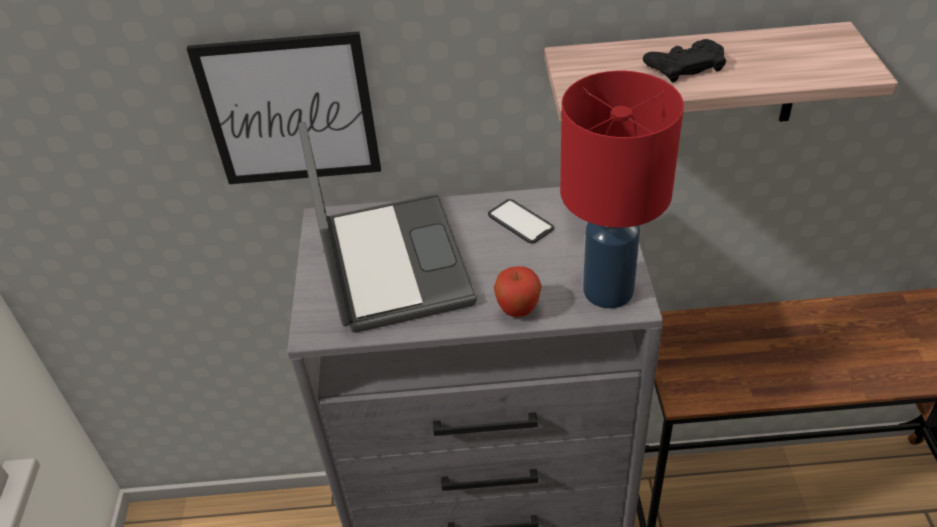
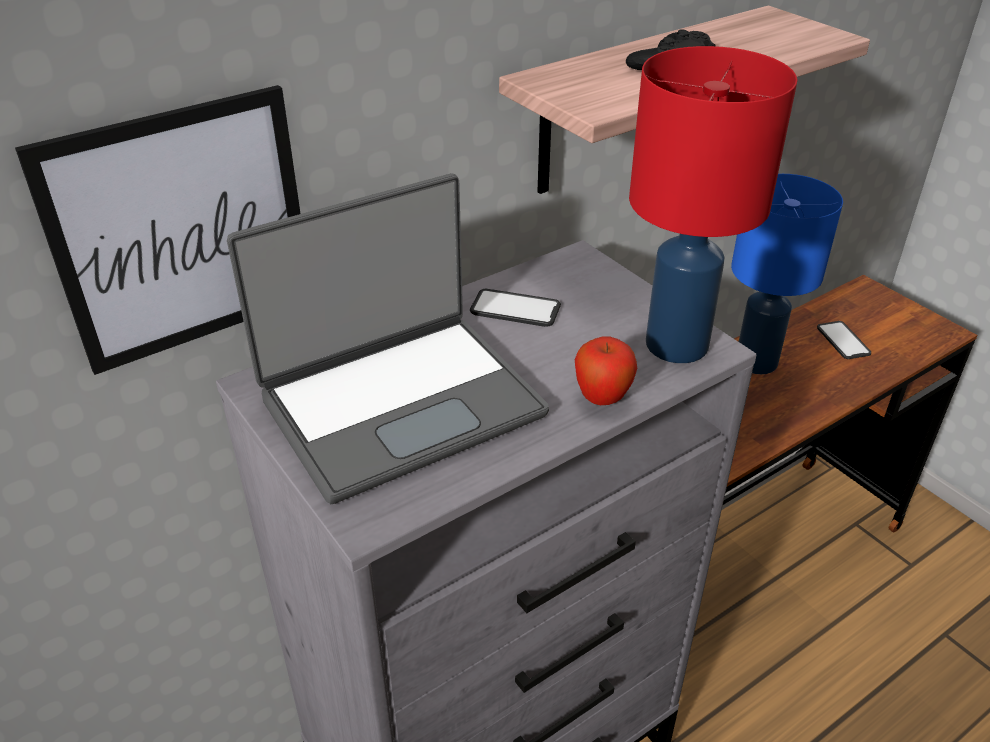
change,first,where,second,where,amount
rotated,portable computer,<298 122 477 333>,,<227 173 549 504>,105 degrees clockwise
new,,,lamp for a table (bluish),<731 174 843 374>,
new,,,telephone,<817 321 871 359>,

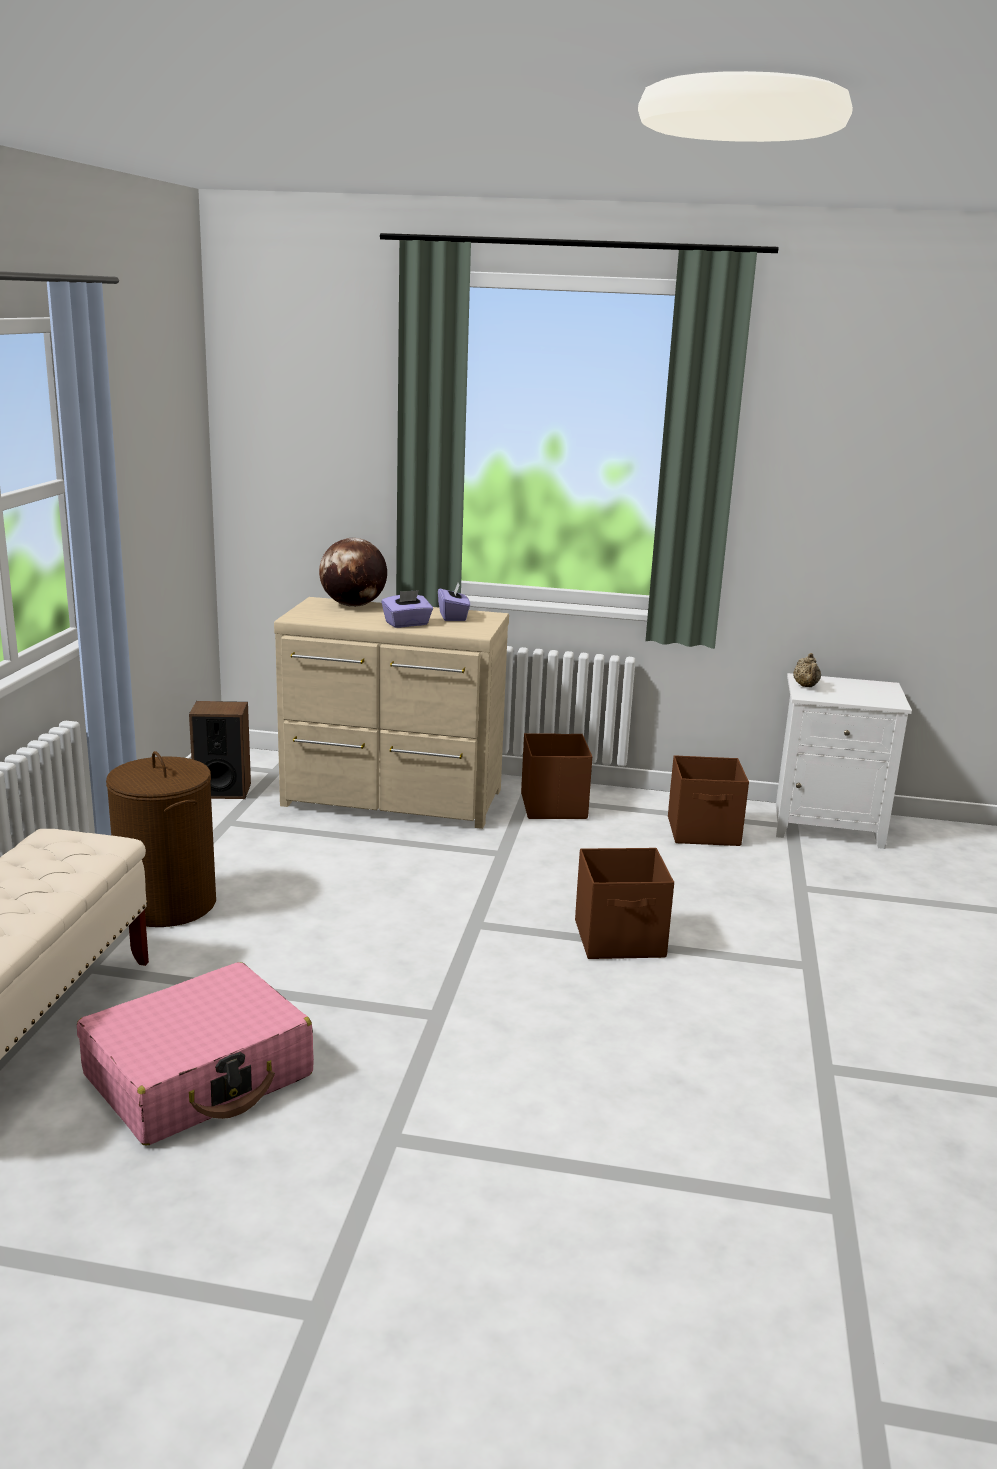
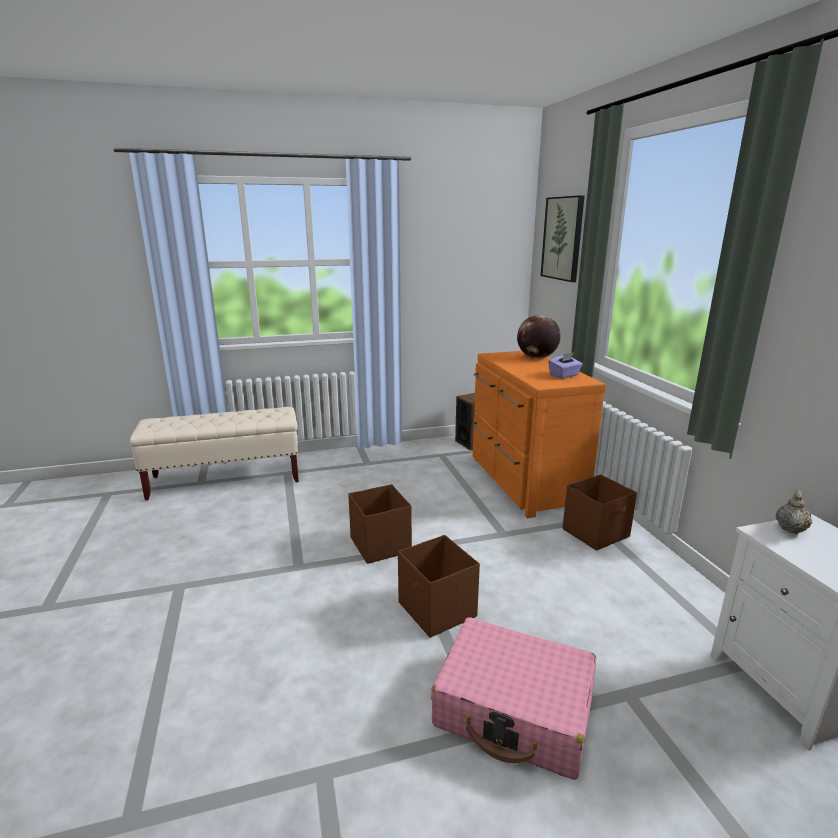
change,first,where,second,where,amount
shifted,piece of luggage (pink-coloured),<77 962 314 1146>,,<431 617 596 780>,
gone,hamper (brownish),<106 751 216 927>,,,
repainted,dresser (sand-coloured),<274 597 509 829>,dresser (orange-coloured),<472 351 606 518>,
gone,box of tissues (purple),<381 590 433 628>,,,
shifted,storage box (brownish),<668 755 749 846>,,<348 484 412 564>,
rotated,tea pot (sand-coloured),<793 653 821 687>,,<776 490 812 534>,150 degrees clockwise
new,,,wall picture,<541 195 585 282>,

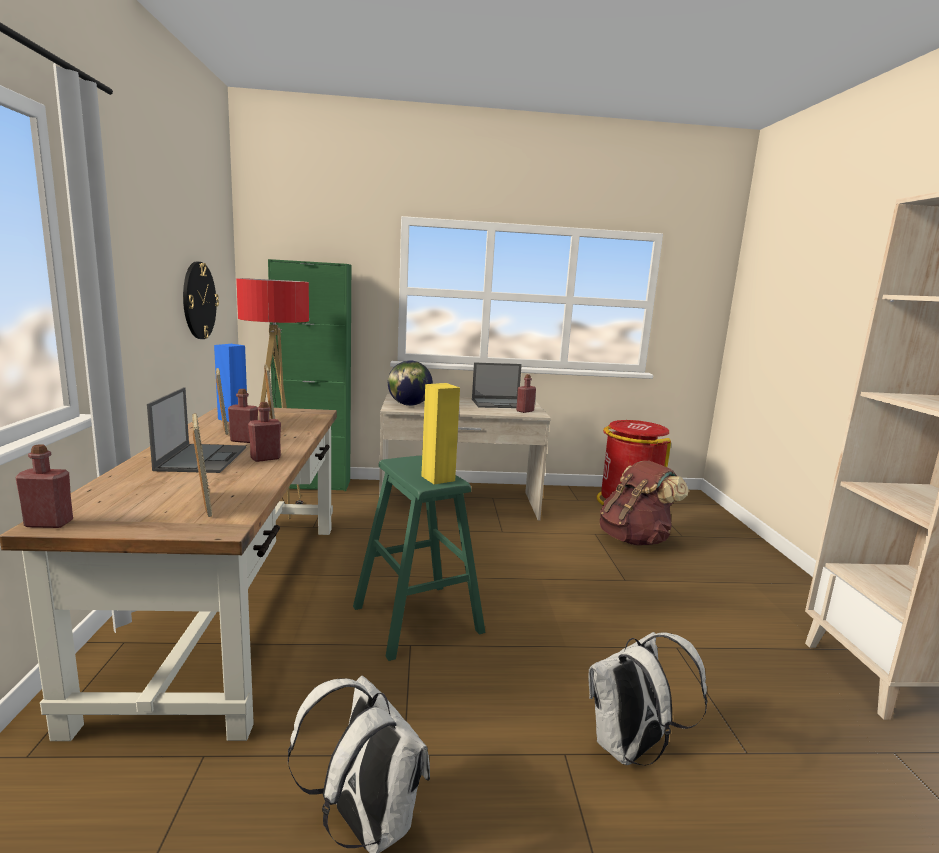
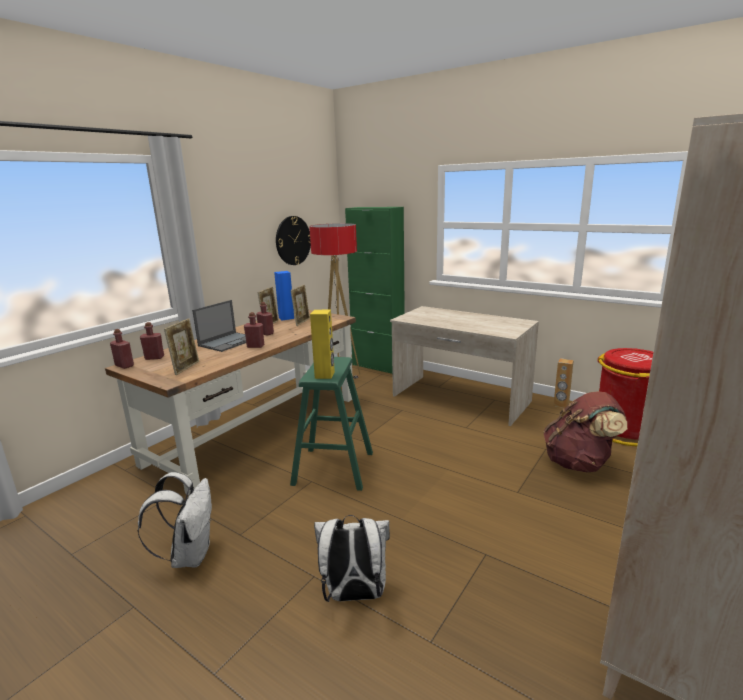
change,first,where,second,where,amount
gone,globe,<388 360 433 406>,,,
gone,portable computer,<472 362 522 408>,,,
shifted,beverage bottle (reddish),<516 374 536 413>,,<140 322 164 360>,
new,,,speaker (brownish),<553 358 574 408>,

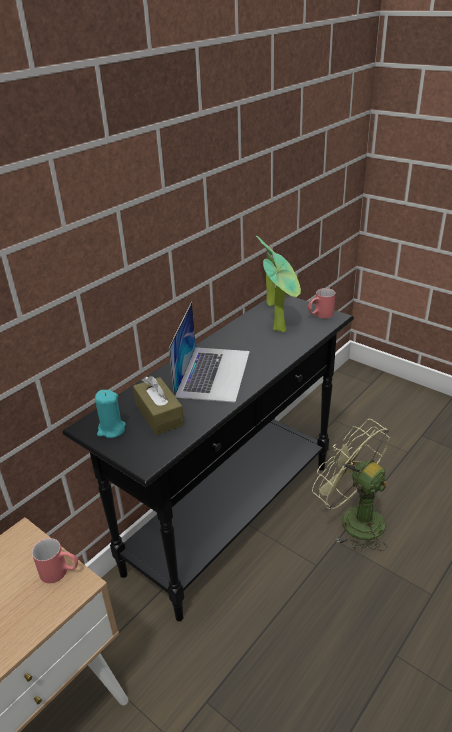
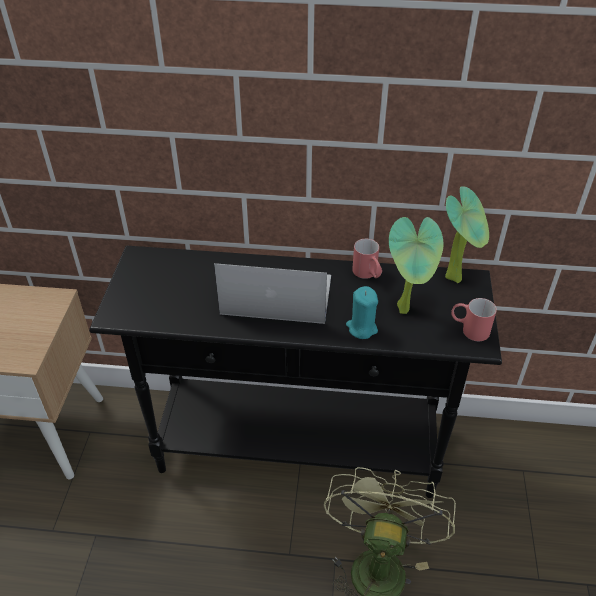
change,first,where,second,where,amount
shifted,coffee mug (reddish),<32 538 78 583>,,<352 239 382 279>,
shifted,wax light (turquoise),<95 390 126 438>,,<346 286 378 339>,
gone,box of tissues (brownish),<133 376 184 435>,,,
rotated,portable computer,<169 302 250 403>,,<214 263 331 324>,150 degrees counterclockwise

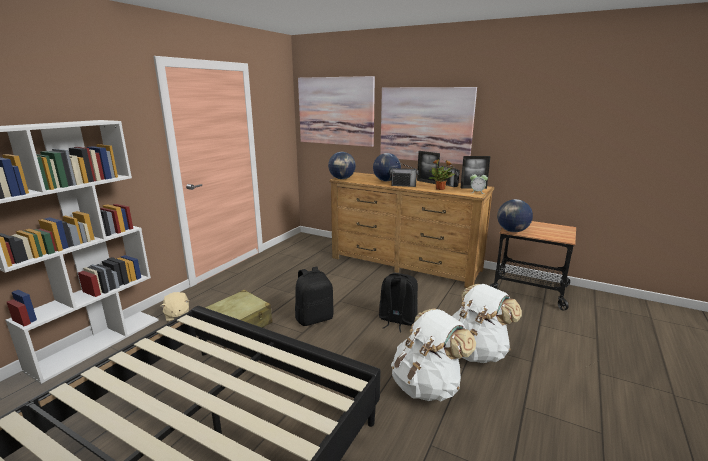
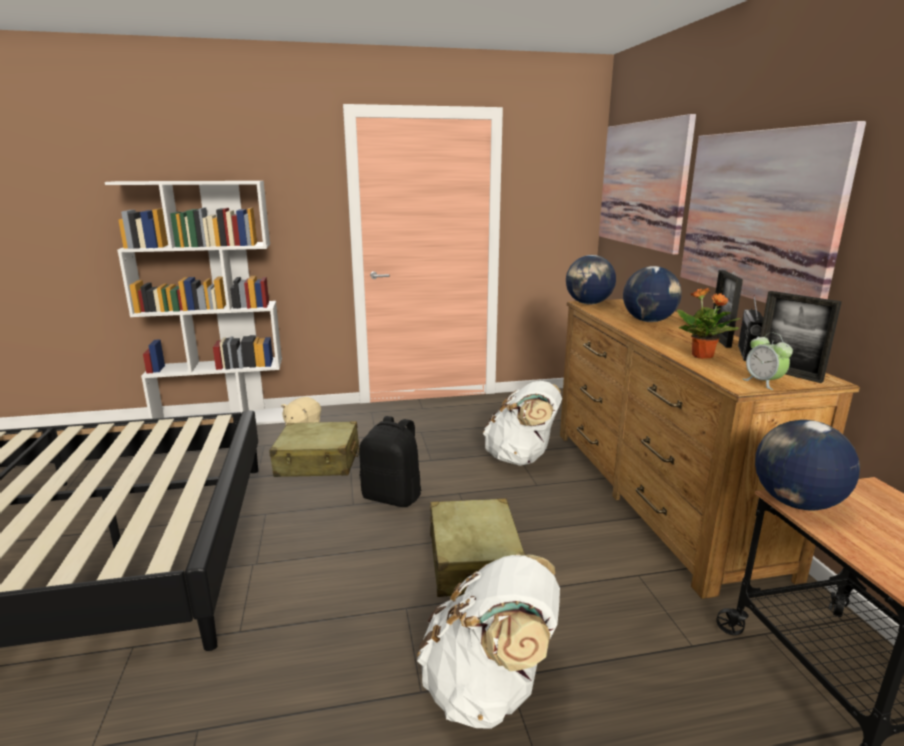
change,first,where,second,where,amount
swapped,rucksack (black),<379 273 418 332>,piece of luggage (sand-coloured),<430 498 526 597>,
gone,radio set,<390 161 419 187>,,,
shifted,rucksack (white),<391 309 476 401>,,<483 381 562 466>,

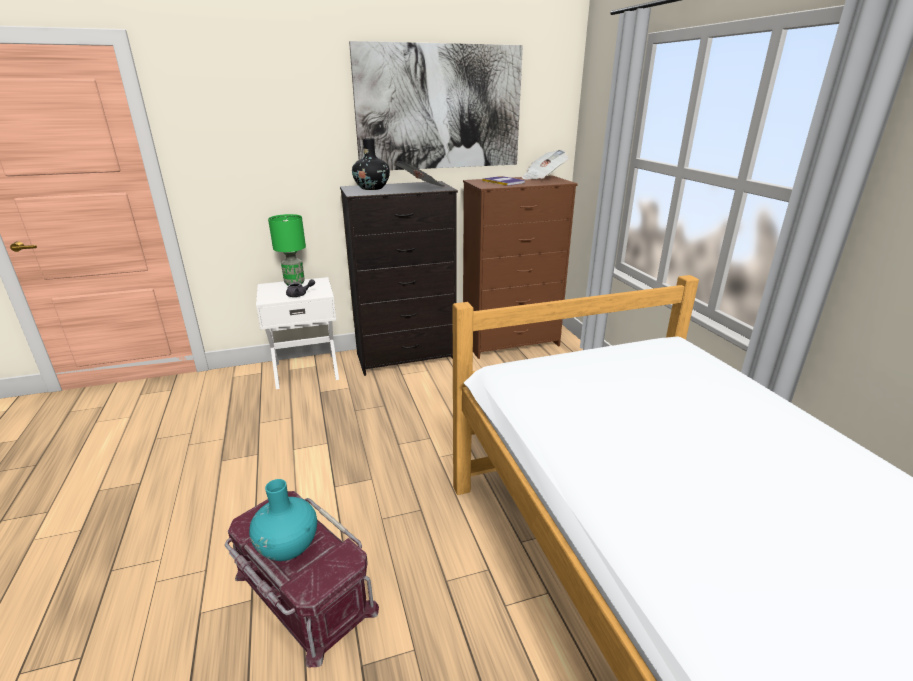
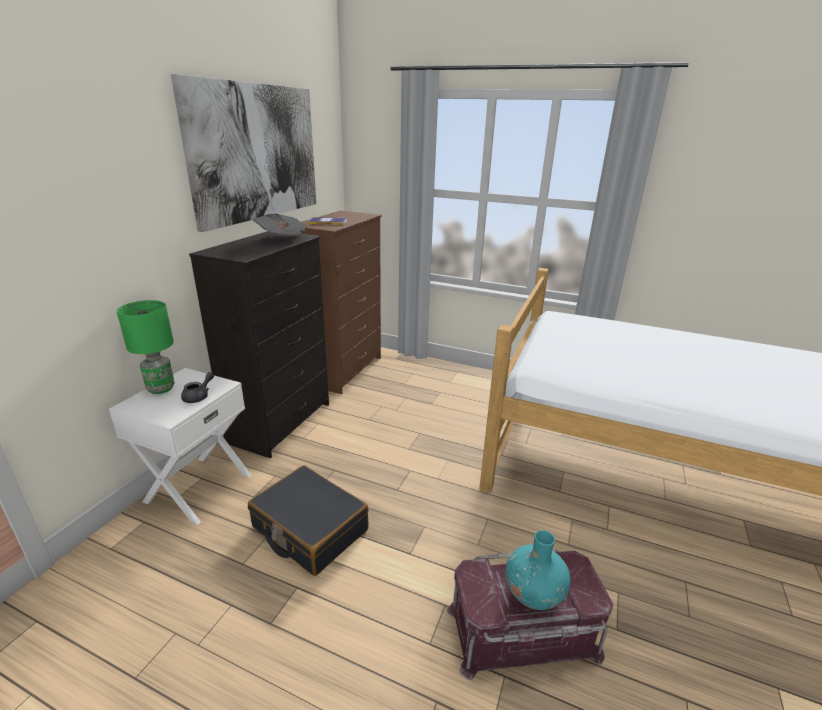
change,first,where,second,where,amount
gone,decorative vase (black),<352 138 390 190>,,,
gone,daily paper,<521 150 569 179>,,,
new,,,piece of luggage (black),<248 465 369 576>,

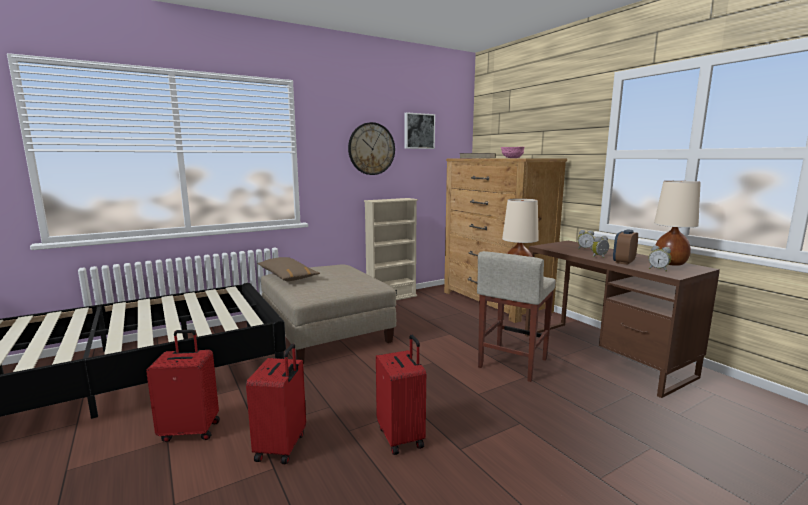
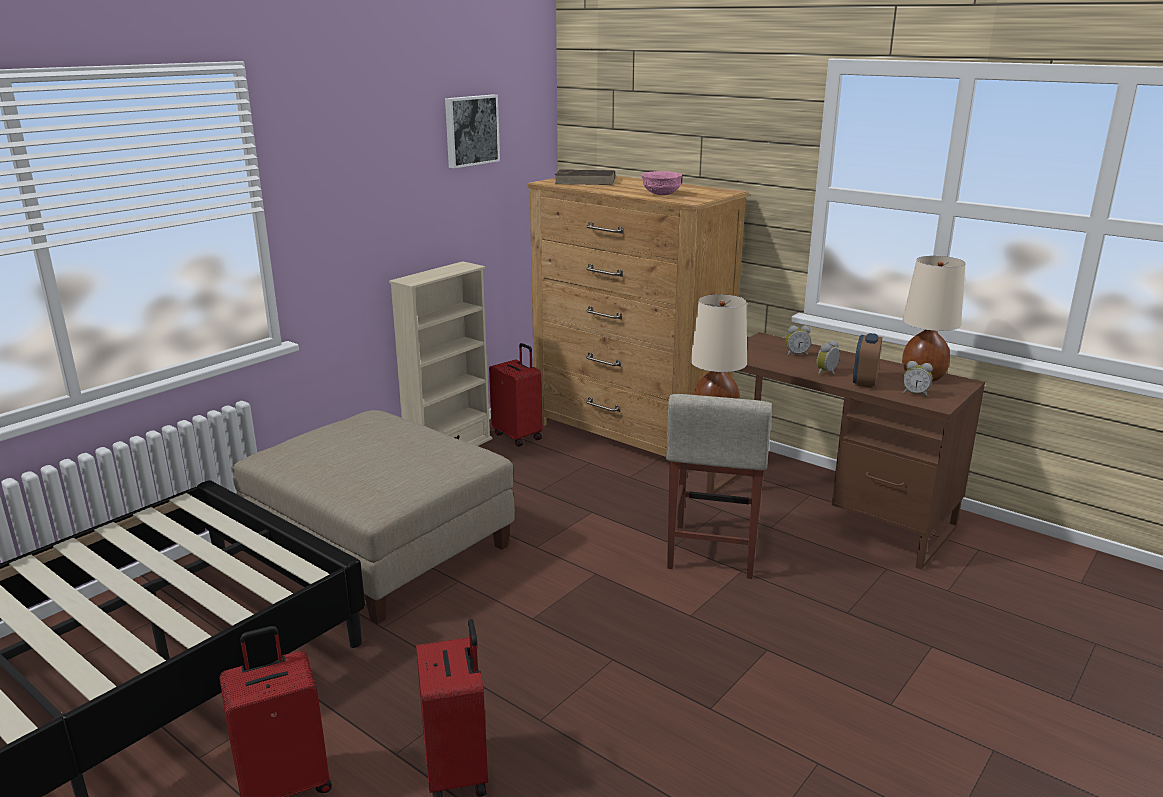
change,first,where,second,where,amount
gone,throw pillow (brownish),<257 257 320 281>,,,
gone,wall clock,<348 122 395 175>,,,
shifted,piece of luggage (reddish),<376 334 426 455>,,<489 343 542 447>,

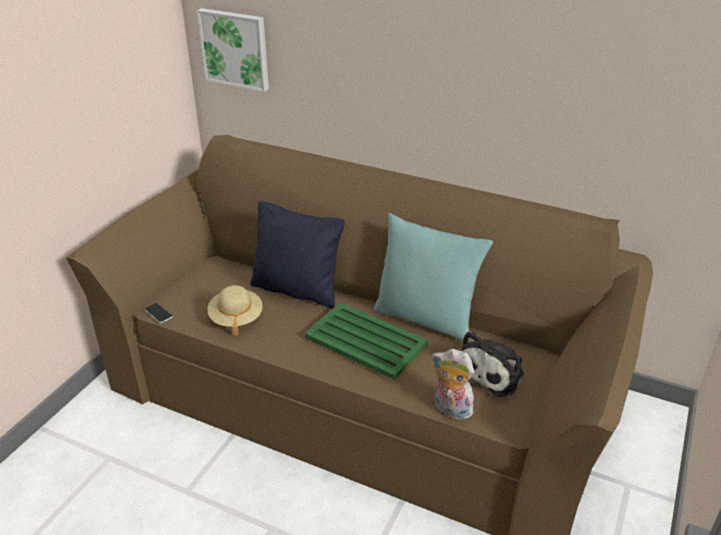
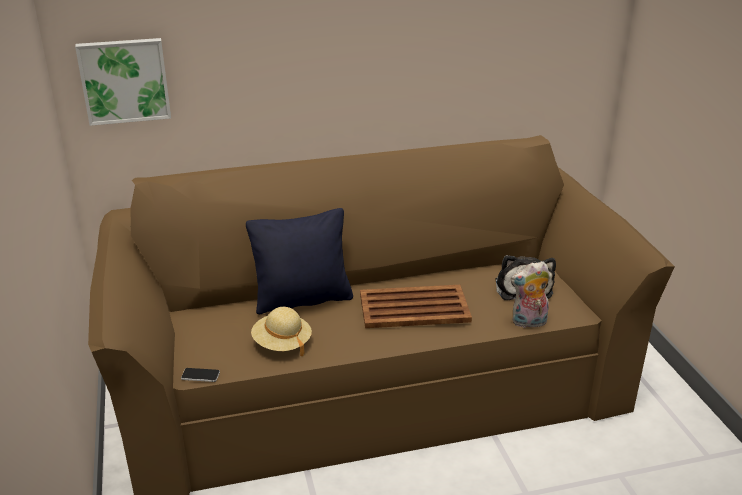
change,first,where,second,where,amount
repainted,carrying tray (green-coloured),<305 303 428 380>,carrying tray (brownish),<360 285 472 328>,
gone,throw pillow (turquoise),<373 213 493 342>,,,

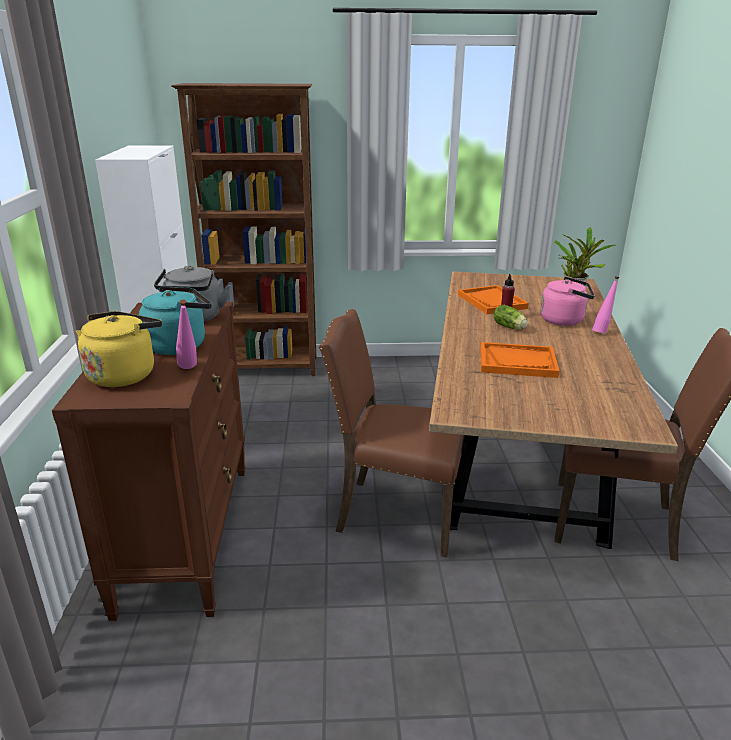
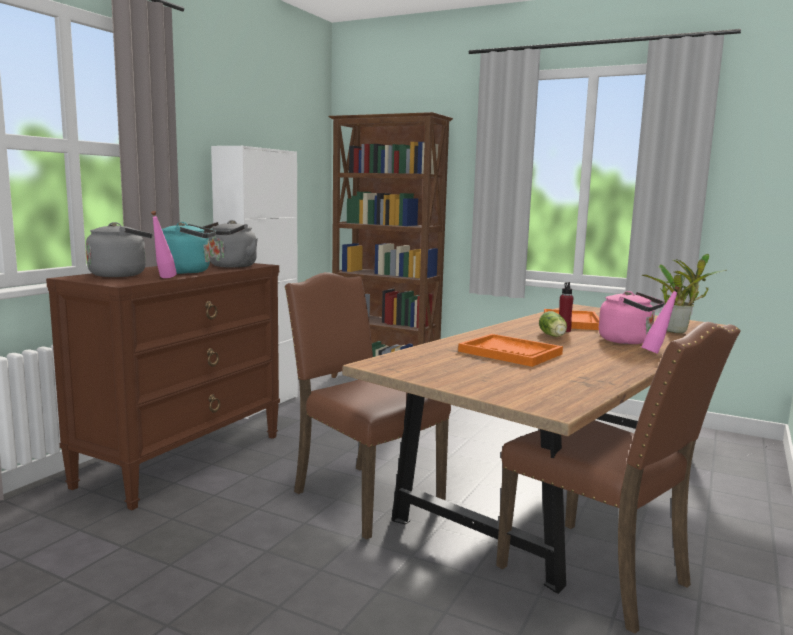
change,first,where,second,where,amount
repainted,kettle (yellow),<76 311 162 387>,kettle (greyish),<86 222 153 277>,

